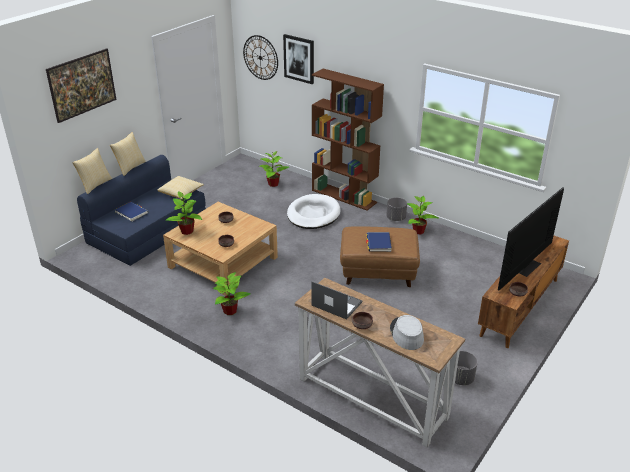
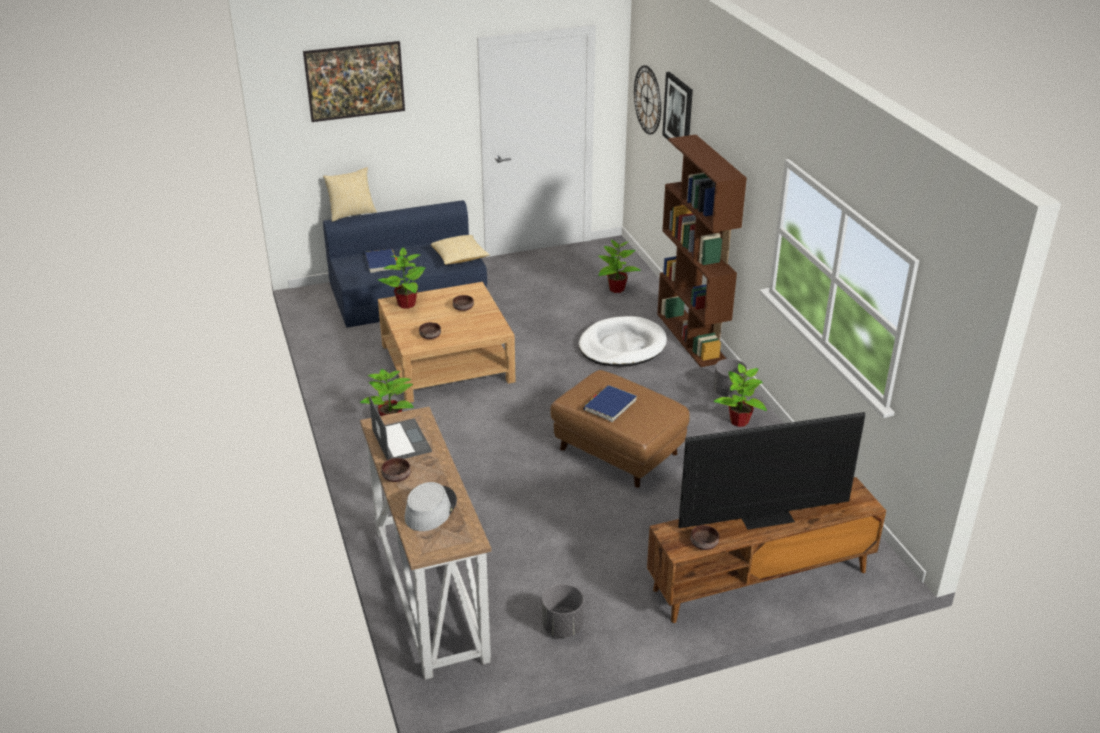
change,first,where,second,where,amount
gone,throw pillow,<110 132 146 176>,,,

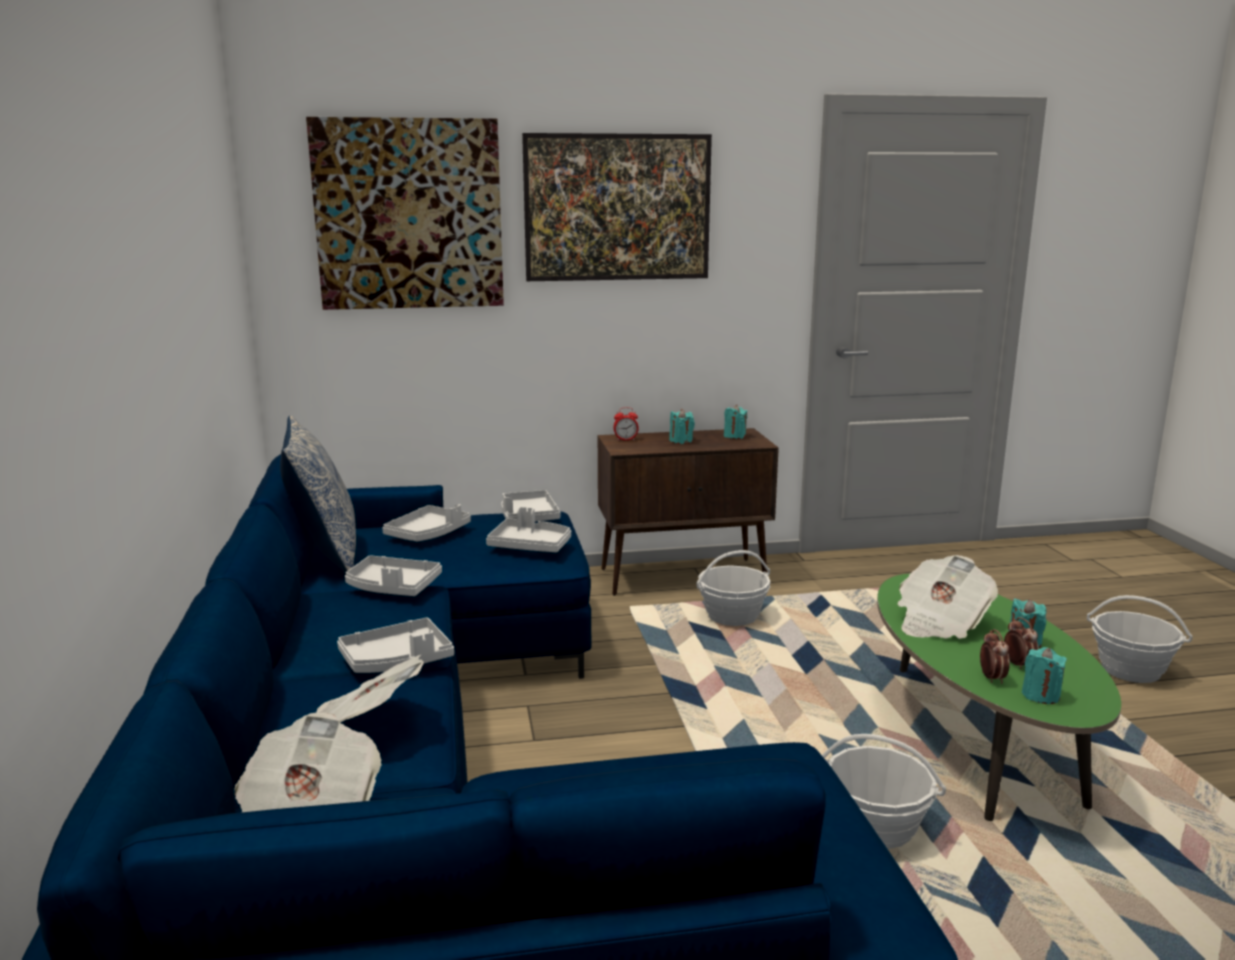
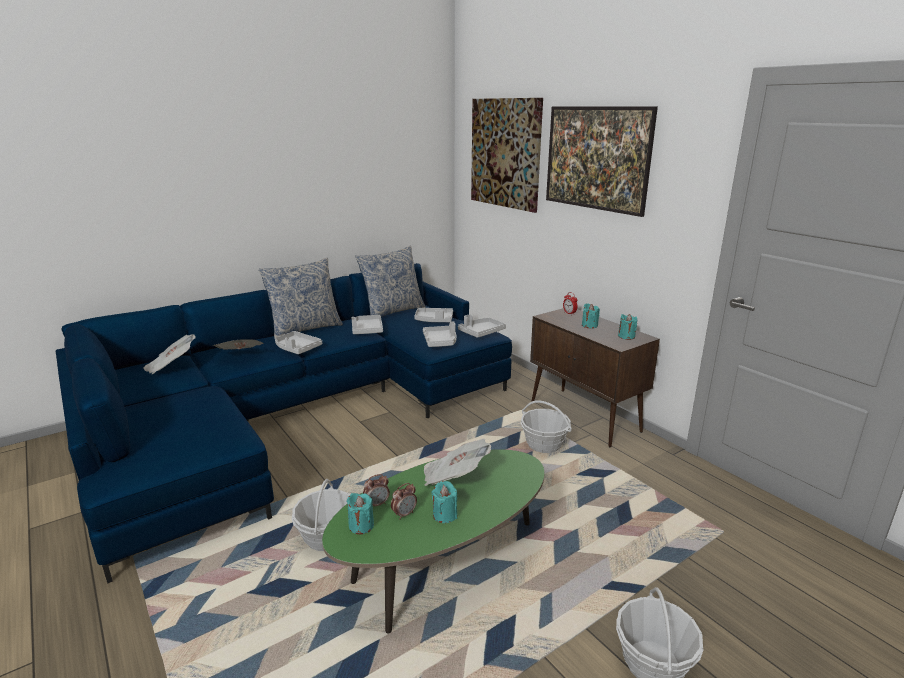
change,first,where,second,where,amount
new,,,throw pillow,<259 258 343 339>,

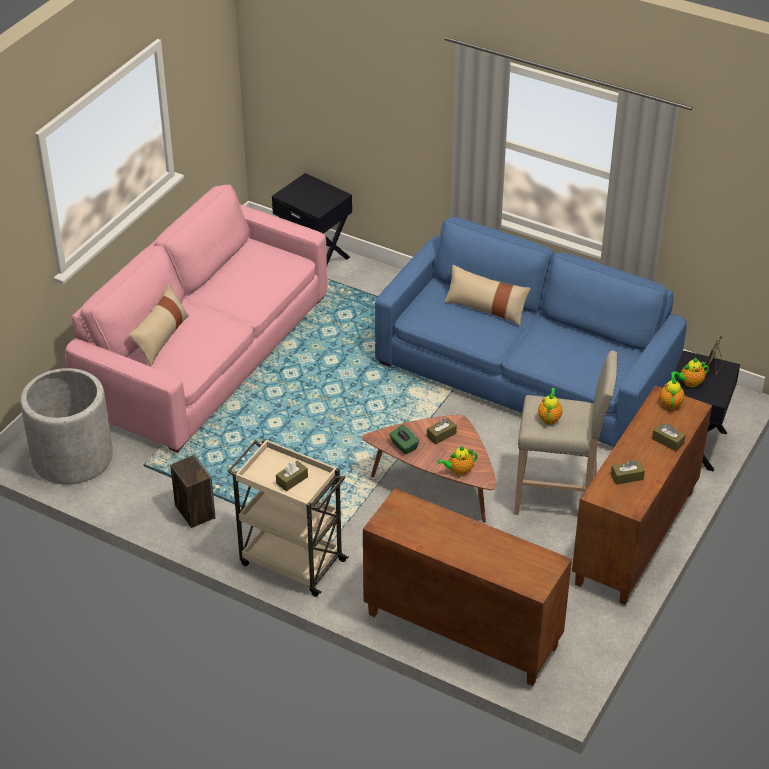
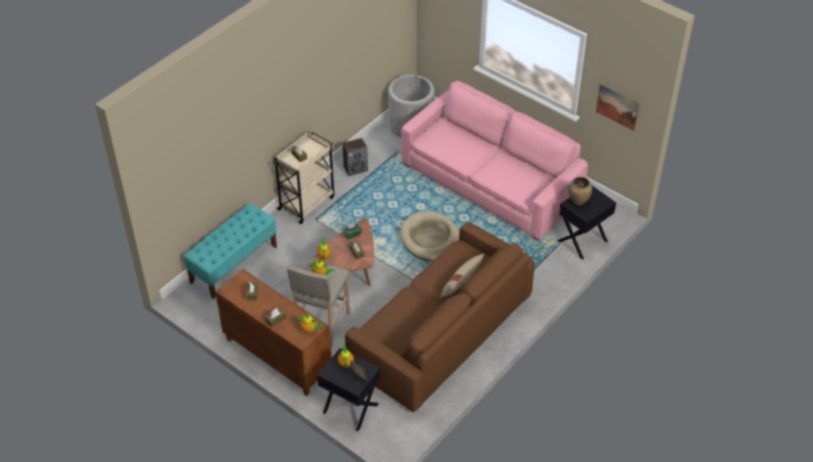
change,first,where,second,where,amount
gone,throw pillow (sand-coloured),<129 284 189 366>,,,
swapped,cabinet (brownish),<363 488 572 686>,long seat (turquoise),<183 203 277 299>,
repainted,sofa (bluish),<375 217 687 448>,sofa (brownish),<345 222 535 413>,
new,,,pet bed (sand-coloured),<400 211 460 261>,
new,,,decorative vase (brownish),<568 177 592 205>,
new,,,wall picture,<596 84 640 131>,

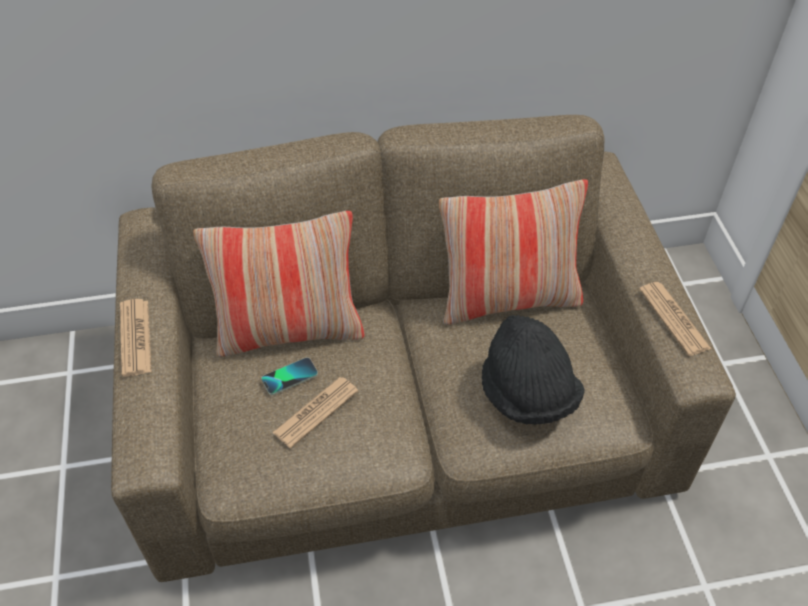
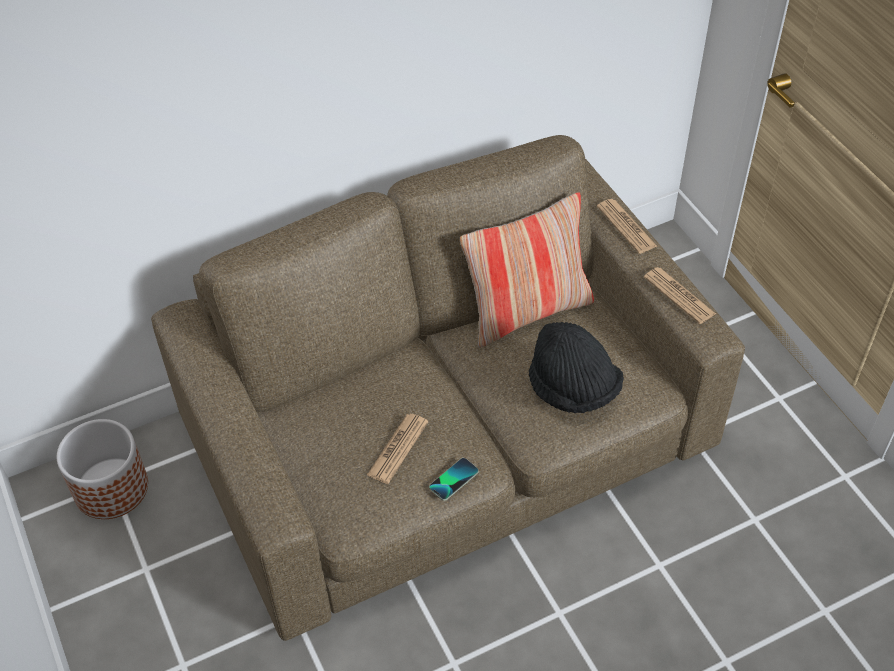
change,first,where,second,where,amount
shifted,daily paper,<120 299 151 377>,,<597 199 657 254>,
gone,throw pillow,<193 211 365 357>,,,
shifted,telephone,<261 357 318 395>,,<429 458 478 501>,
new,,,flower pot,<57 419 148 519>,

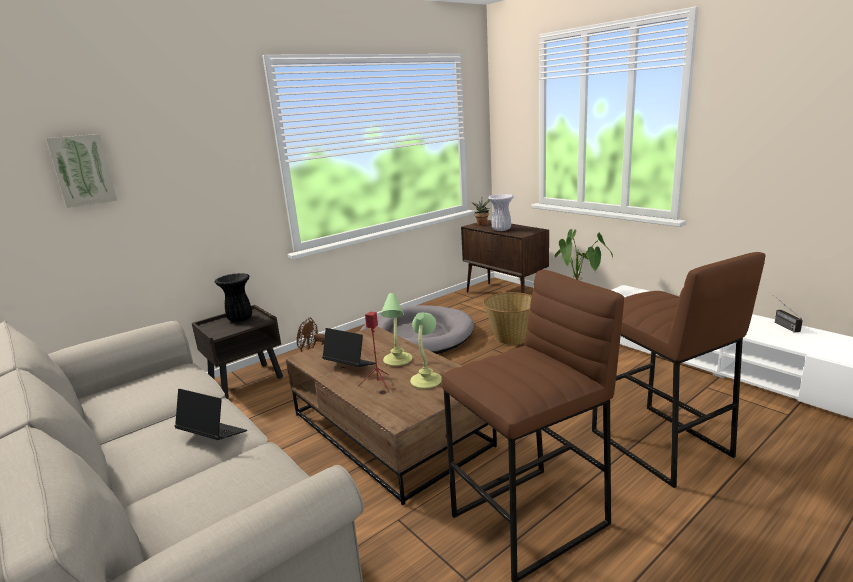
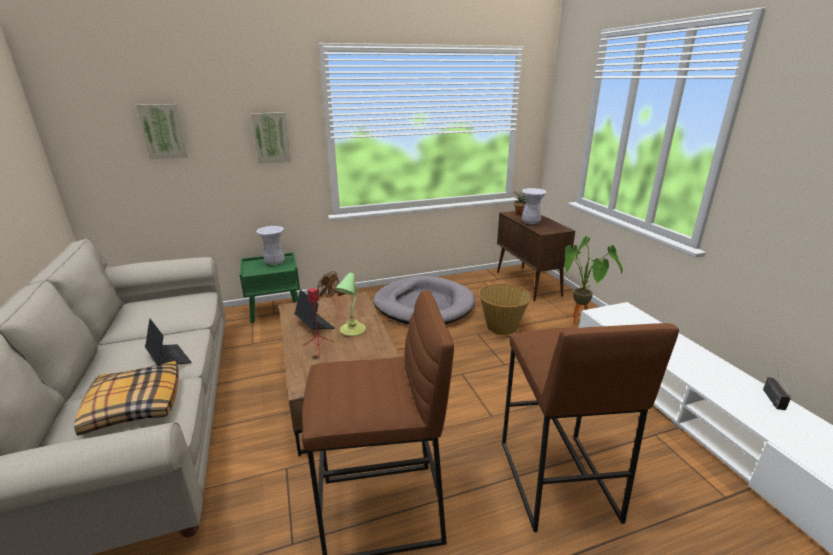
change,first,where,second,where,amount
repainted,night table (brownish),<192 305 283 399>,night table (green-coloured),<240 252 300 323>,
repainted,decorative vase (black),<215 273 252 322>,decorative vase (white),<256 226 285 265>,
gone,lamp for a table,<410 312 442 389>,,,
new,,,throw pillow,<74 361 179 436>,
new,,,wall picture,<251 112 291 164>,

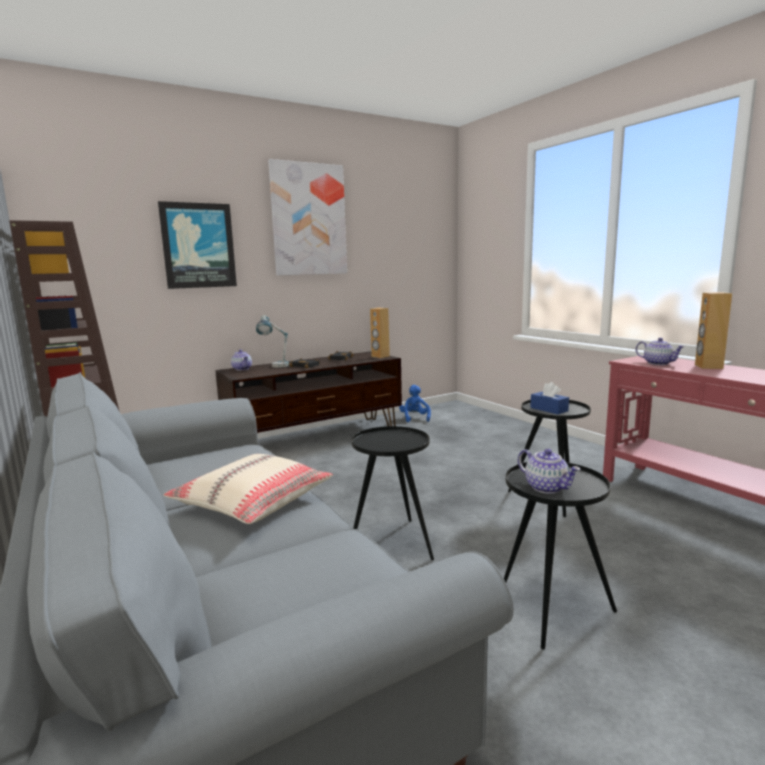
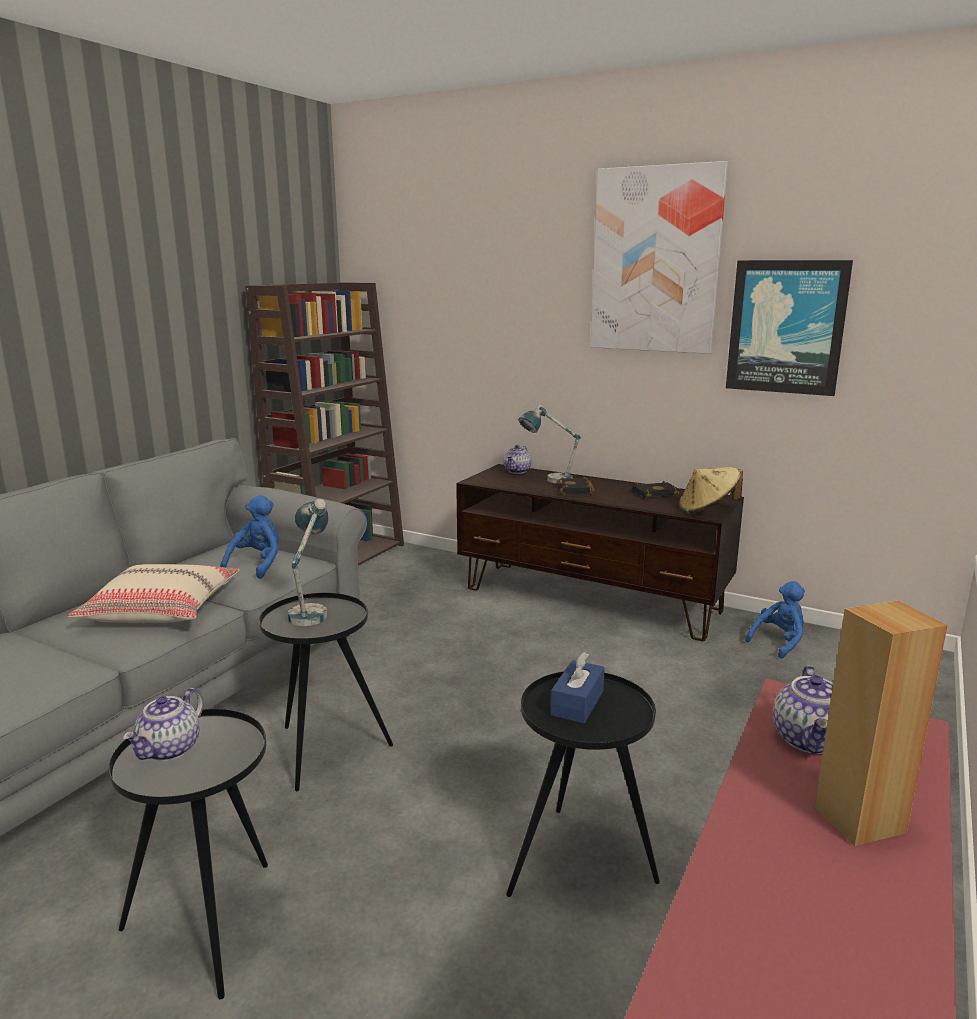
change,first,where,second,where,amount
shifted,wall picture,<158 201 237 289>,,<726 260 853 396>,
swapped,speaker (brownish),<370 308 390 358>,wearable hat (sand-coloured),<679 467 743 514>,
new,,,soft toy (bluish),<220 495 279 579>,
new,,,lamp for a table,<288 499 328 626>,

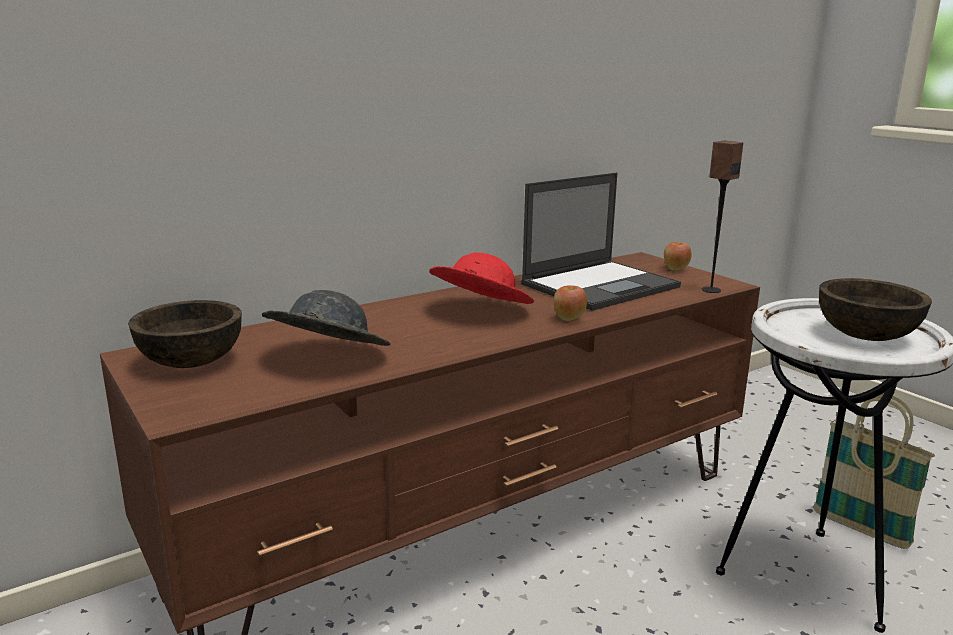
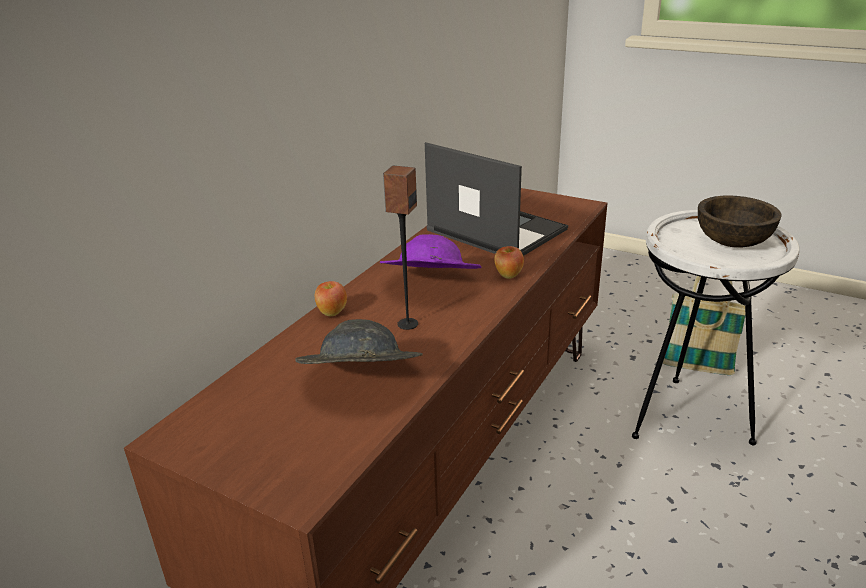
change,first,where,second,where,amount
gone,bowl (brownish),<128 300 242 368>,,,
repainted,wearable hat (reddish),<429 253 534 304>,wearable hat (purple),<380 234 482 269>,
rotated,portable computer,<521 173 681 311>,,<425 142 568 256>,75 degrees counterclockwise
shifted,apple,<664 242 692 271>,,<315 281 347 316>,
shifted,speaker,<701 140 743 293>,,<383 166 418 330>,

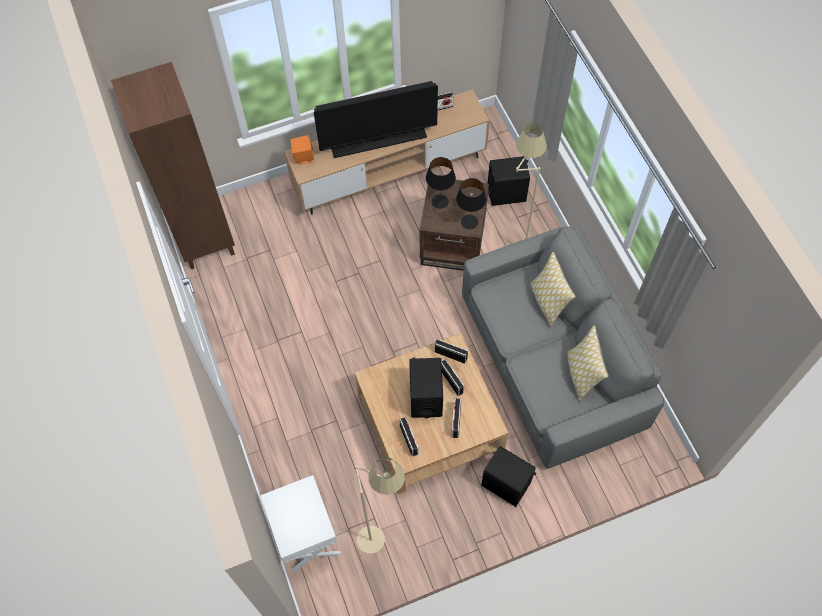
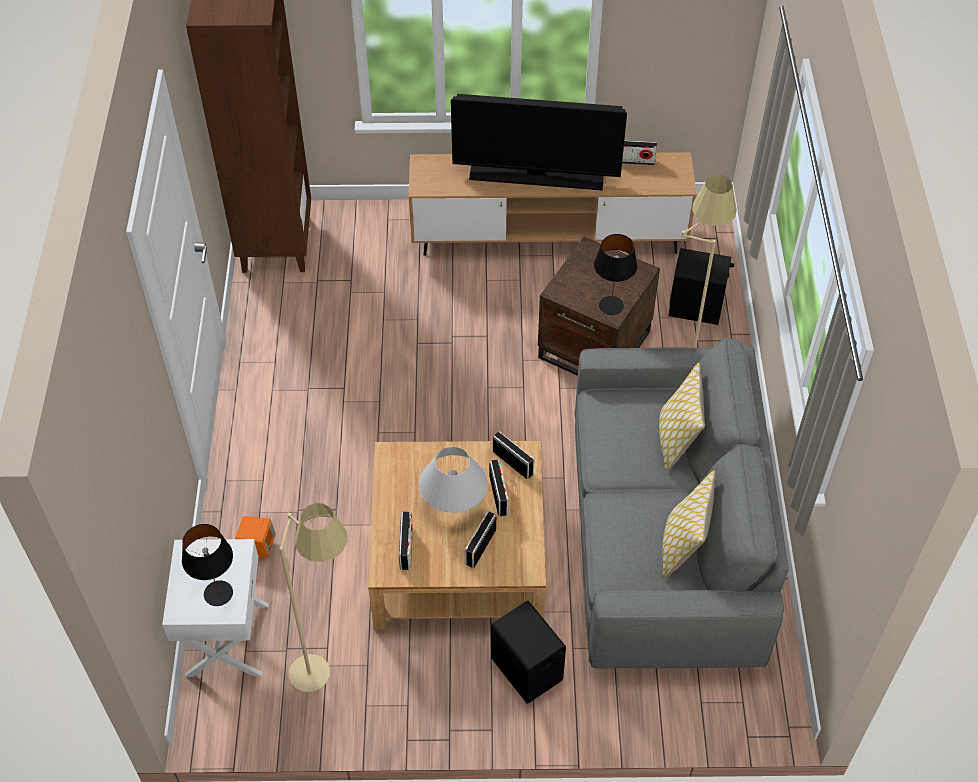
change,first,where,second,where,amount
shifted,speaker (orange-coloured),<290 135 314 164>,,<235 516 276 559>,
swapped,speaker (black),<409 357 443 418>,lamp for a table (white),<419 447 488 513>,
shifted,lamp for a table (black),<426 157 456 209>,,<182 524 233 606>,

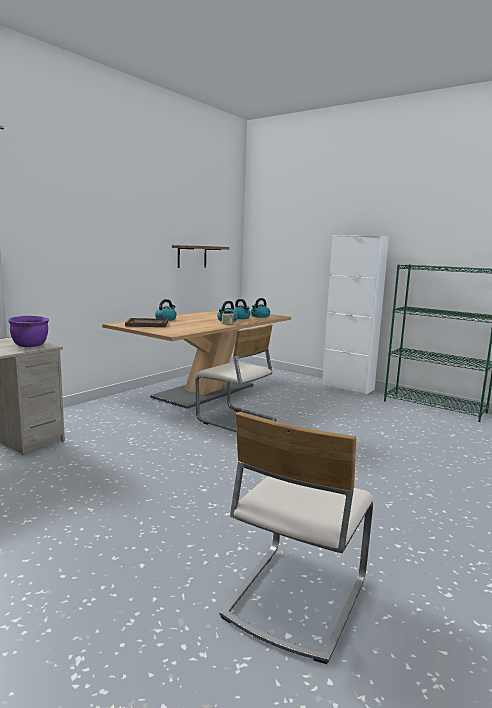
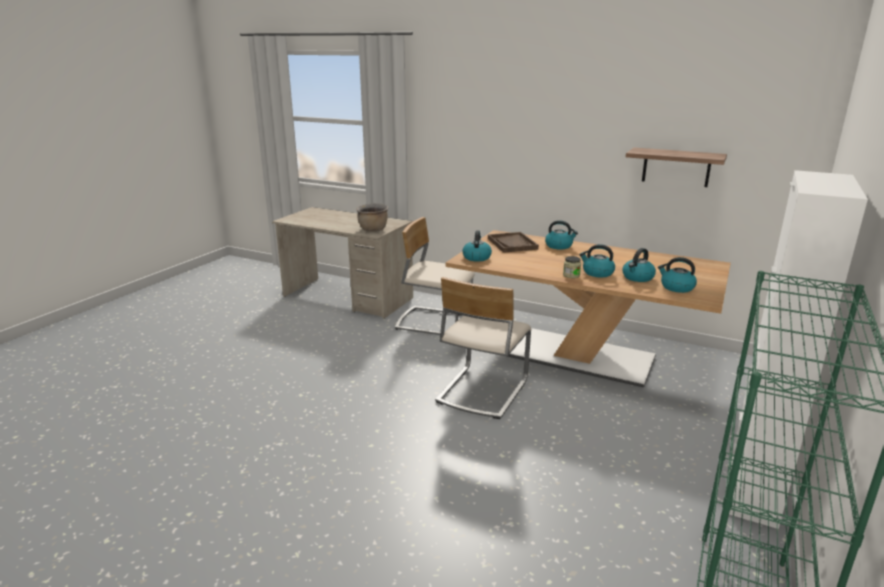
change,first,where,second,where,amount
repainted,saucepot (purple),<8 316 49 347>,saucepot (brownish),<356 203 388 232>,
shifted,chair (sand-coloured),<219 412 374 664>,,<395 217 475 335>,
new,,,kettle,<462 230 492 262>,

